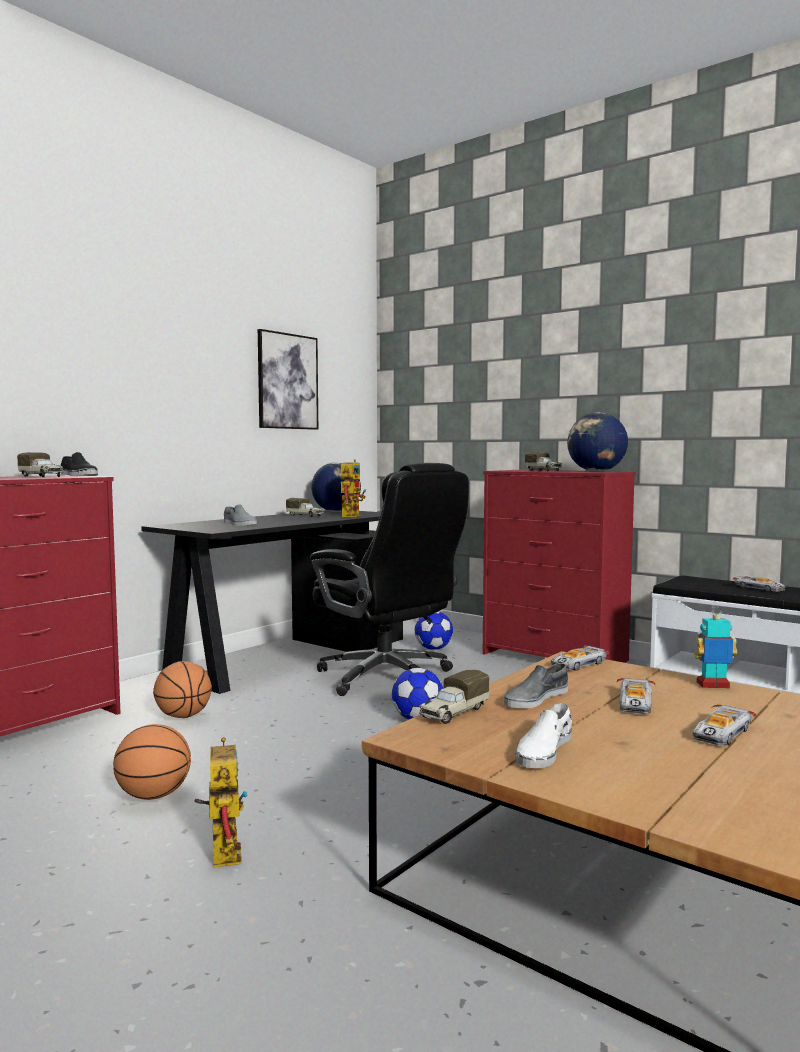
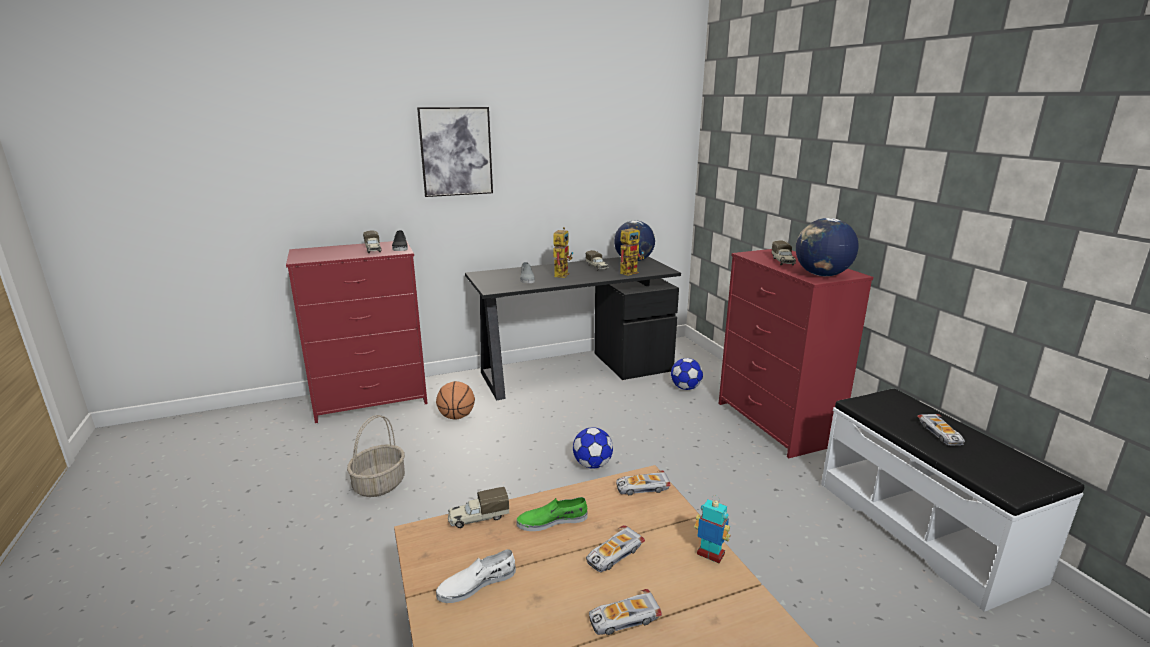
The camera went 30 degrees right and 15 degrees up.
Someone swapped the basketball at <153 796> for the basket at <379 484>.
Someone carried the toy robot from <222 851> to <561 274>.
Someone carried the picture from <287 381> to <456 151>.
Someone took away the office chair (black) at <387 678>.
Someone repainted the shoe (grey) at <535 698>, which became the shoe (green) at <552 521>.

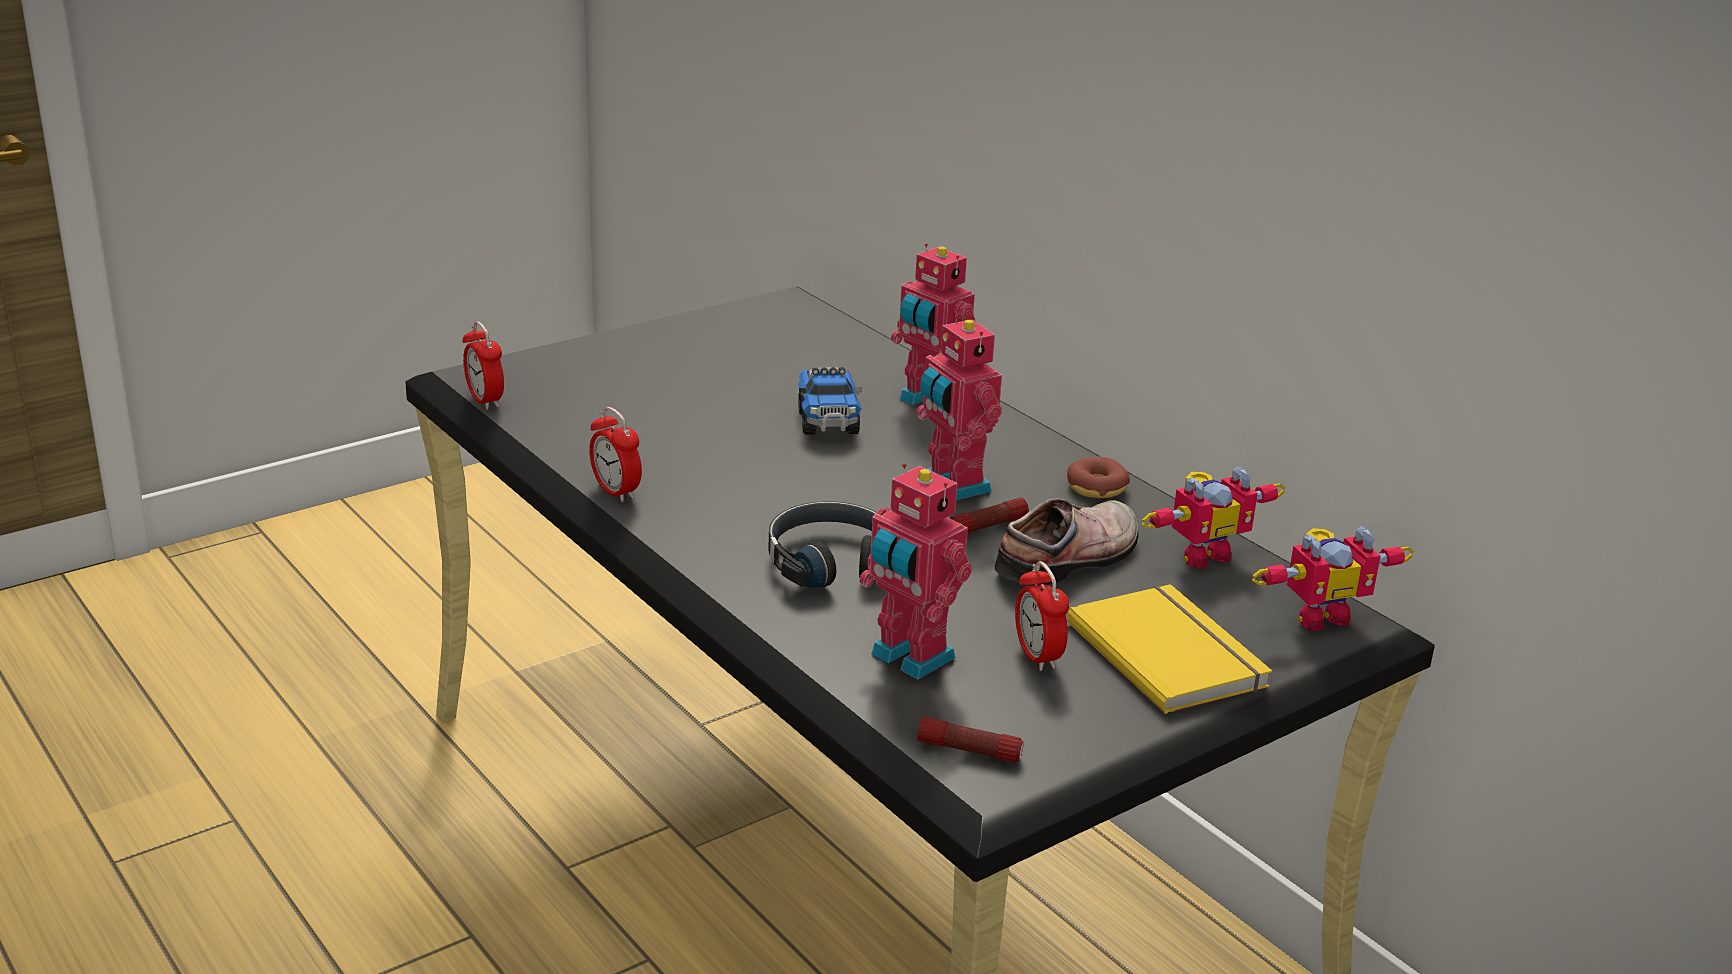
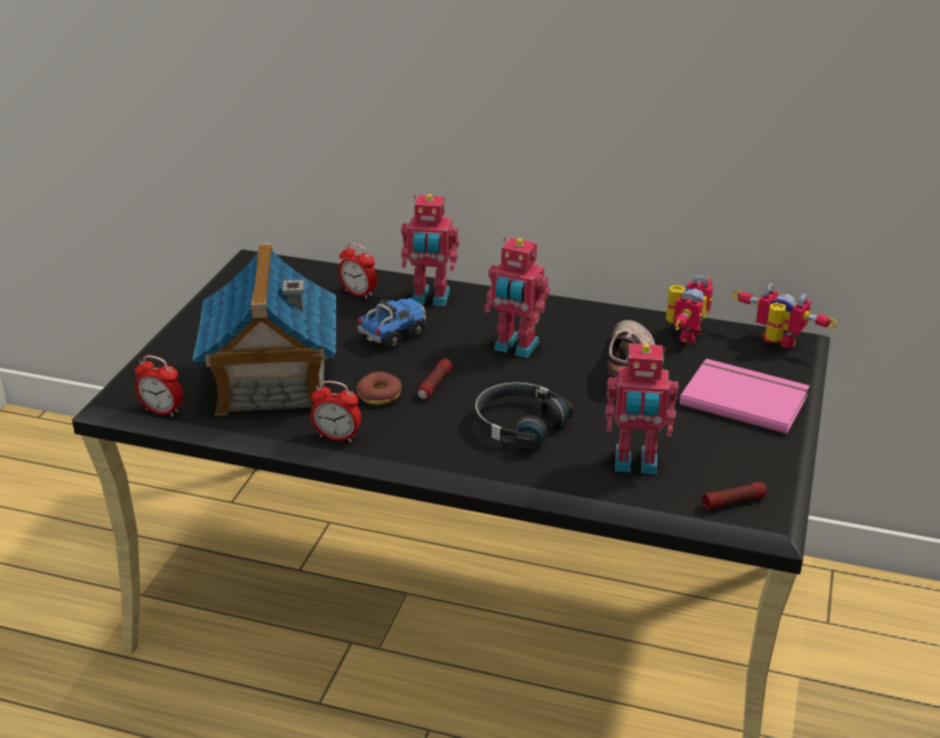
The camera went 35 degrees left and 5 degrees up.
Someone rotated the toy truck at <828 422> by 90 degrees counterclockwise.
Someone carried the flashlight from <987 526> to <434 385>.
Someone carried the alarm clock from <1037 656> to <358 293>.
Someone carried the donut from <1097 488> to <379 395>.
Someone repainted the book (yellow) at <1170 653>, which became the book (pink) at <744 398>.
Someone rotated the toy robot at <1318 615> by 90 degrees counterclockwise.
Someone put down the toy house at <272 383>.

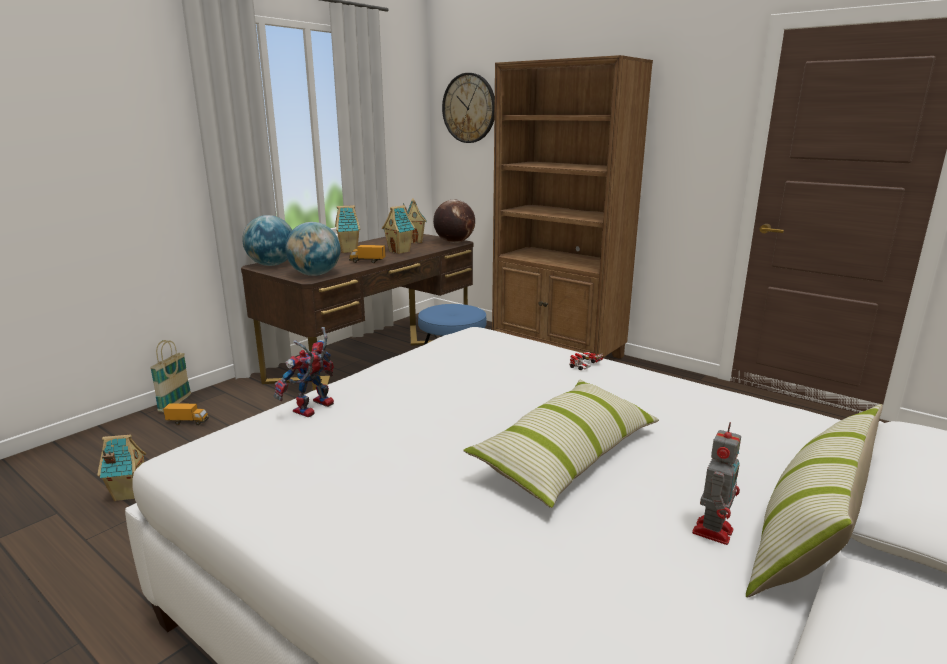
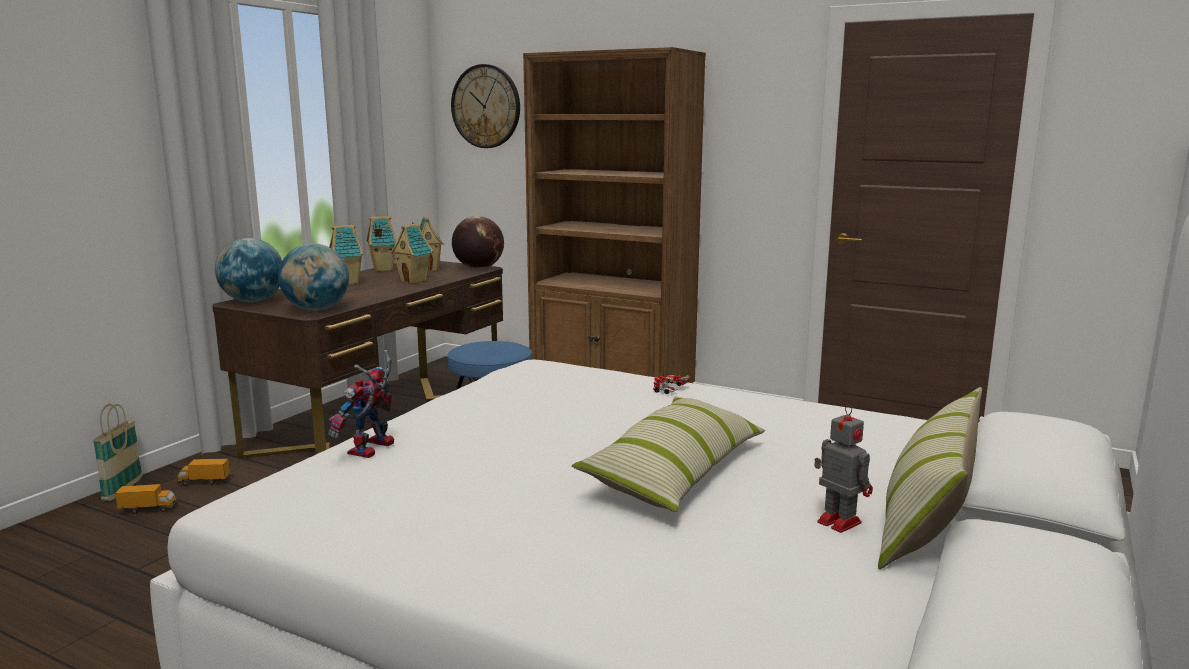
The camera went 10 degrees left and 5 degrees down.
Someone carried the toy house from <128 494> to <382 269>.
Someone carried the toy truck from <367 262> to <204 482>.
Someone rotated the toy robot at <713 530> by 60 degrees counterclockwise.

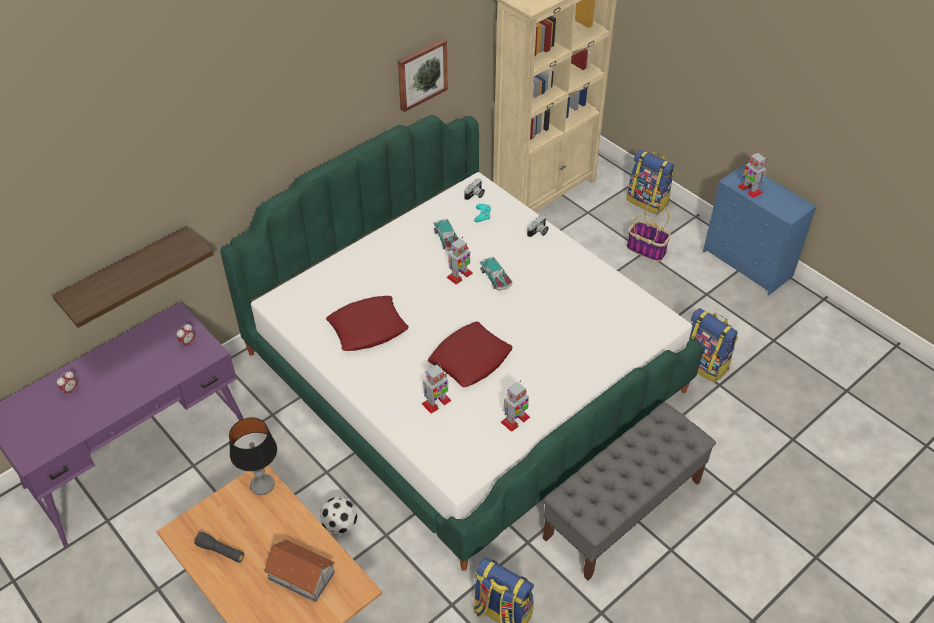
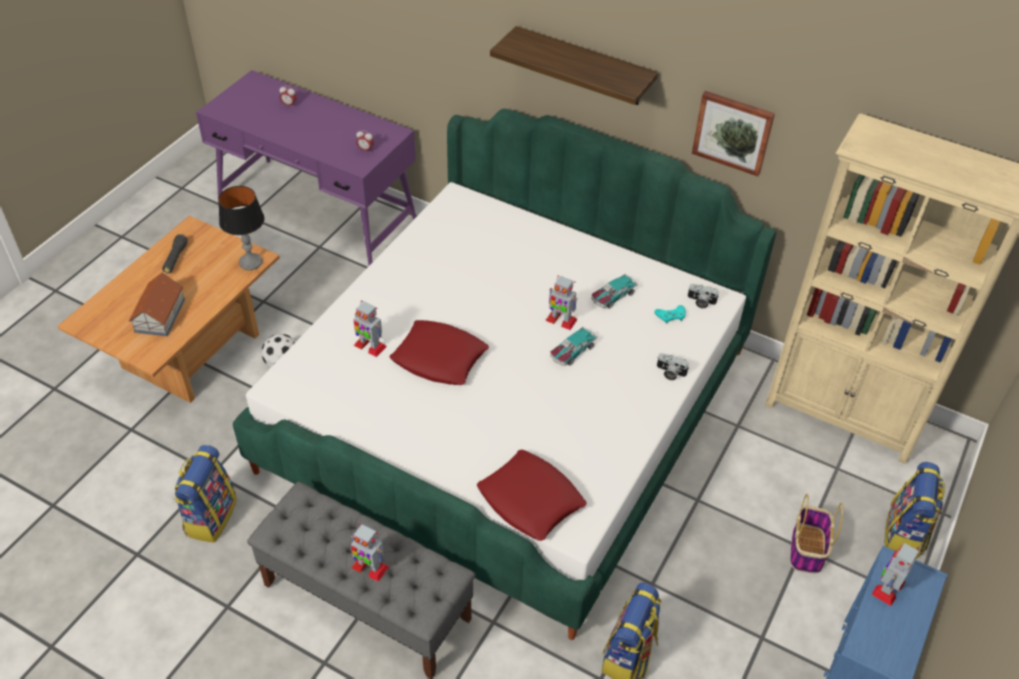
The camera went 70 degrees right and 0 degrees up.
Someone carried the shelf from <126 273> to <584 67>.
Someone carried the pillow (red) from <368 328> to <531 500>.
Someone carried the toy robot from <515 420> to <369 567>.

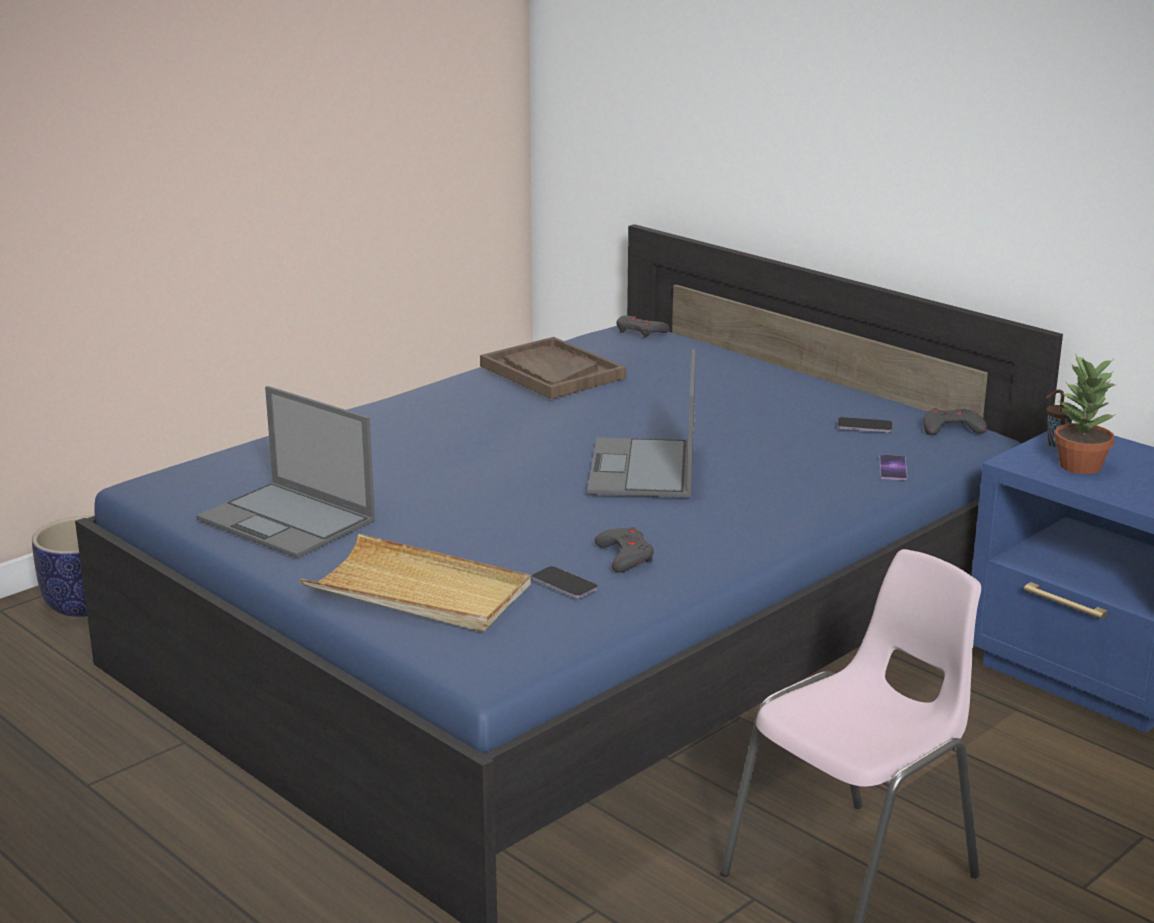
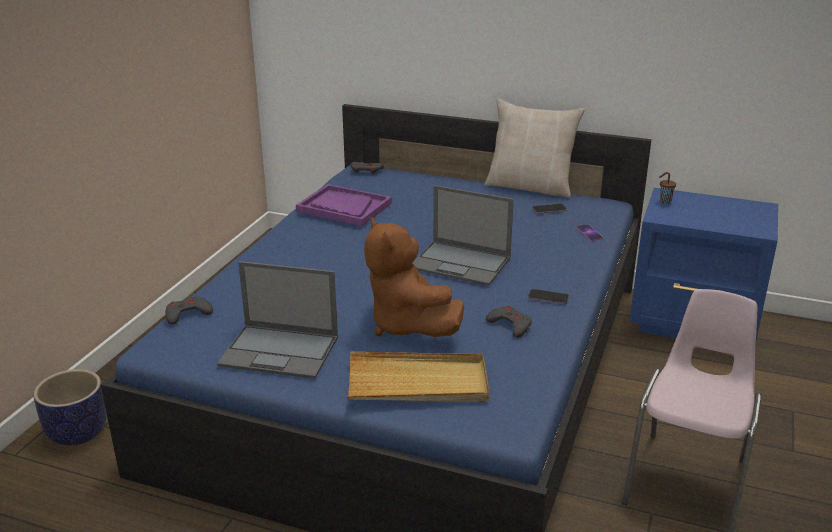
The camera went 25 degrees left and 5 degrees up.
Someone repainted the tray (brown) at <551 372>, which became the tray (purple) at <344 207>.
Someone carried the phone from <564 585> to <548 298>.
Someone rotated the laptop at <643 469> by 45 degrees counterclockwise.
Someone carried the game controller (grey) from <951 428> to <187 314>.
Someone took away the potted plant at <1079 465>.
Someone put down the plush toy (brown) at <407 325>.
Someone put down the pillow (beige) at <530 187>.

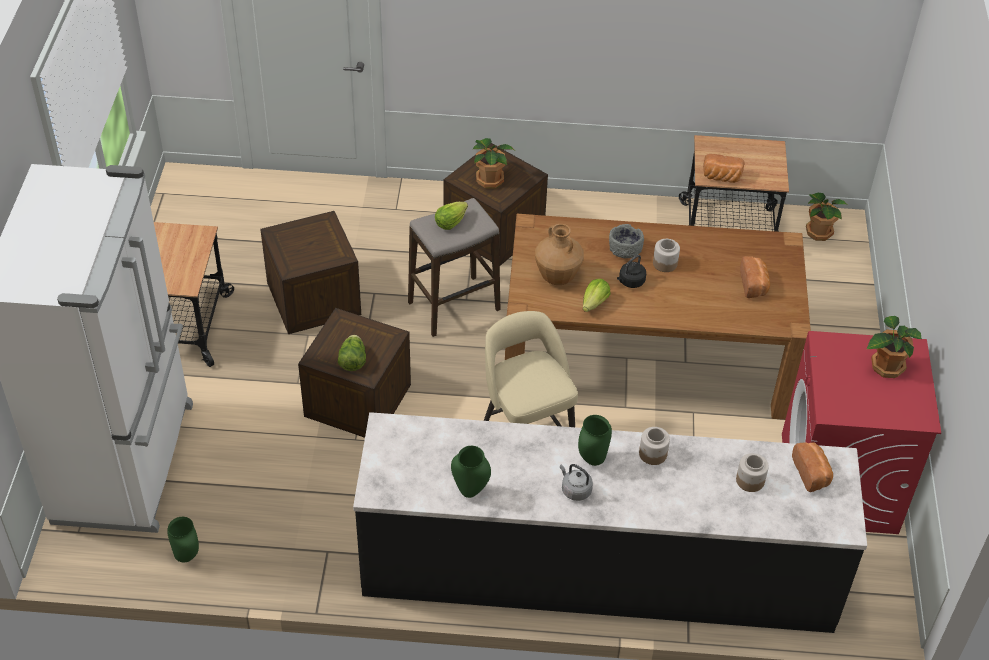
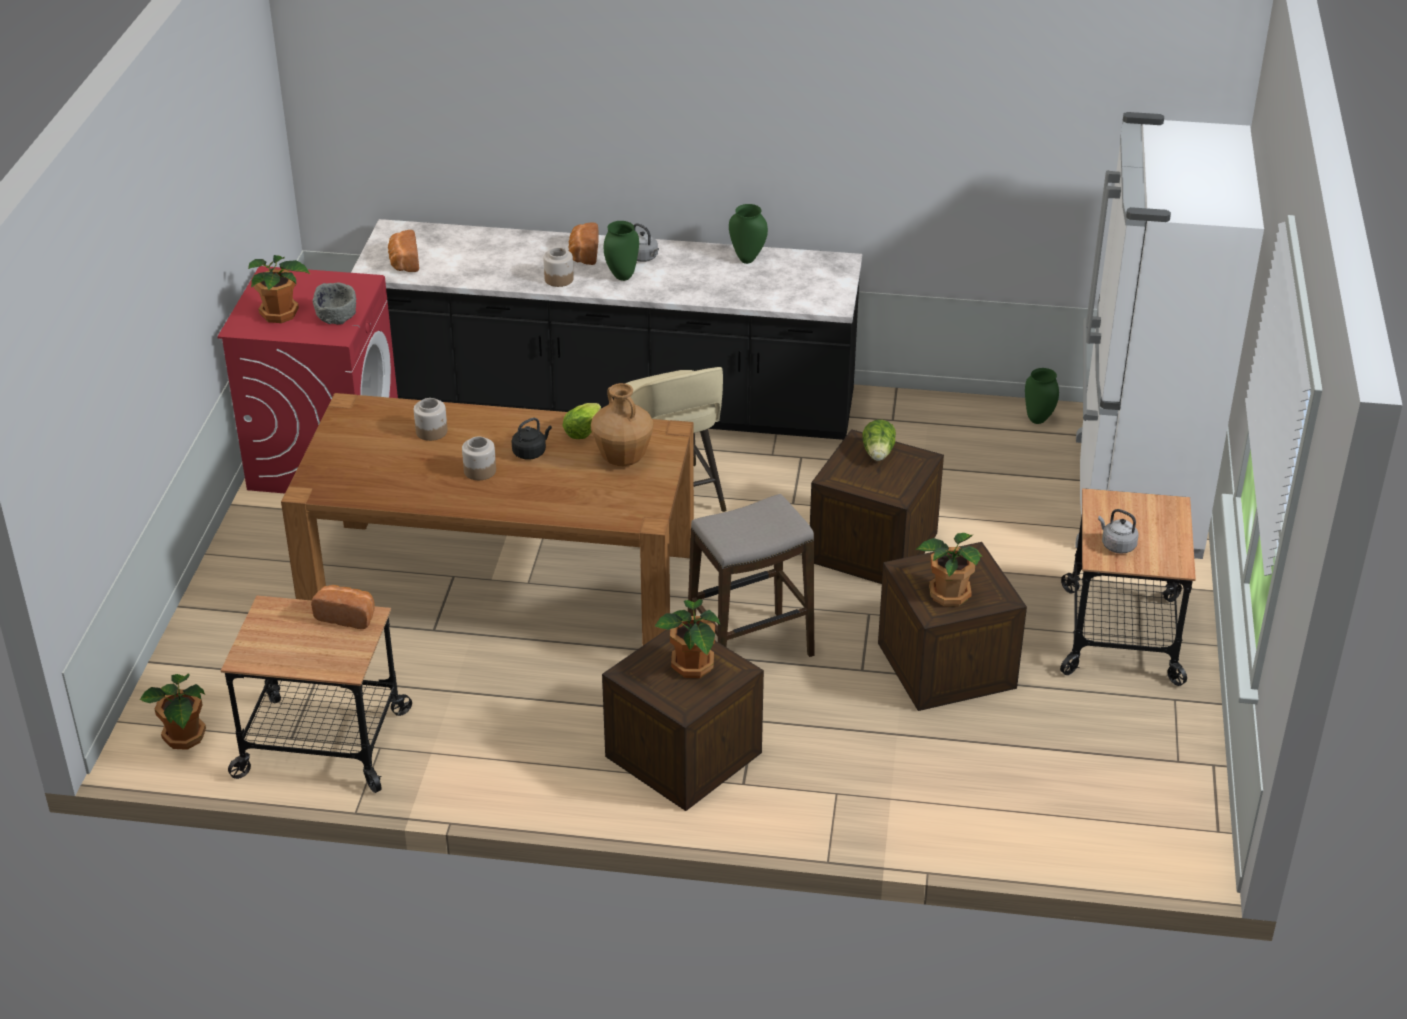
The camera went 175 degrees left and 10 degrees down.
Someone took away the lettuce at <450 222>.
Someone carried the bowl (grey) from <624 250> to <337 316>.
Someone carried the jar from <749 480> to <432 431>.
Someone carried the bread from <754 285> to <583 254>.
Someone put down the potted plant at <948 594>.
Someone put down the kettle (grey) at <1116 545>.

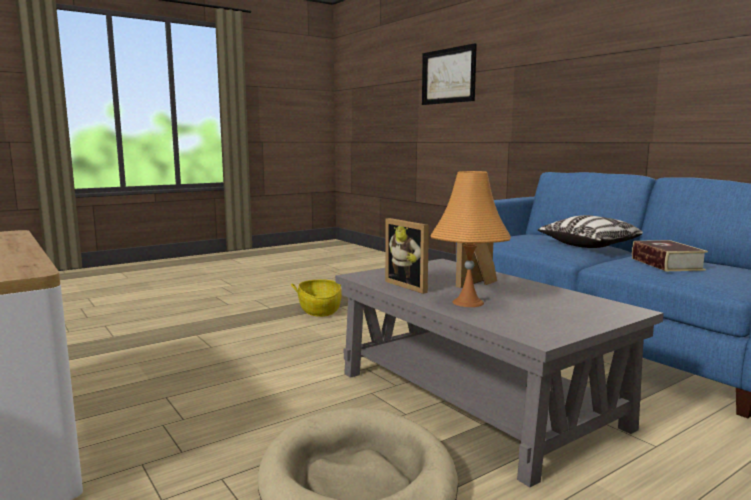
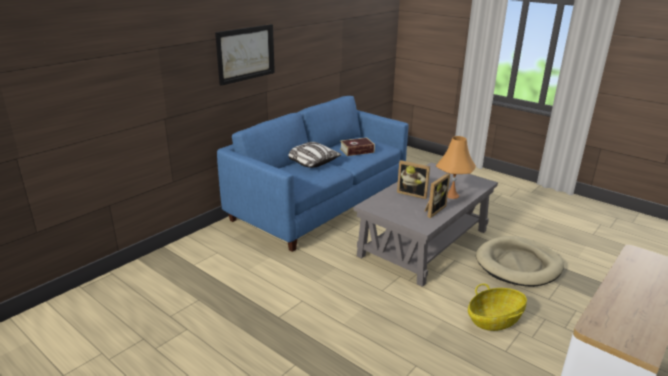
The camera went 105 degrees left and 15 degrees up.
Someone carried the basket from <319 310> to <494 320>.
Someone carried the picture from <448 76> to <245 53>.

